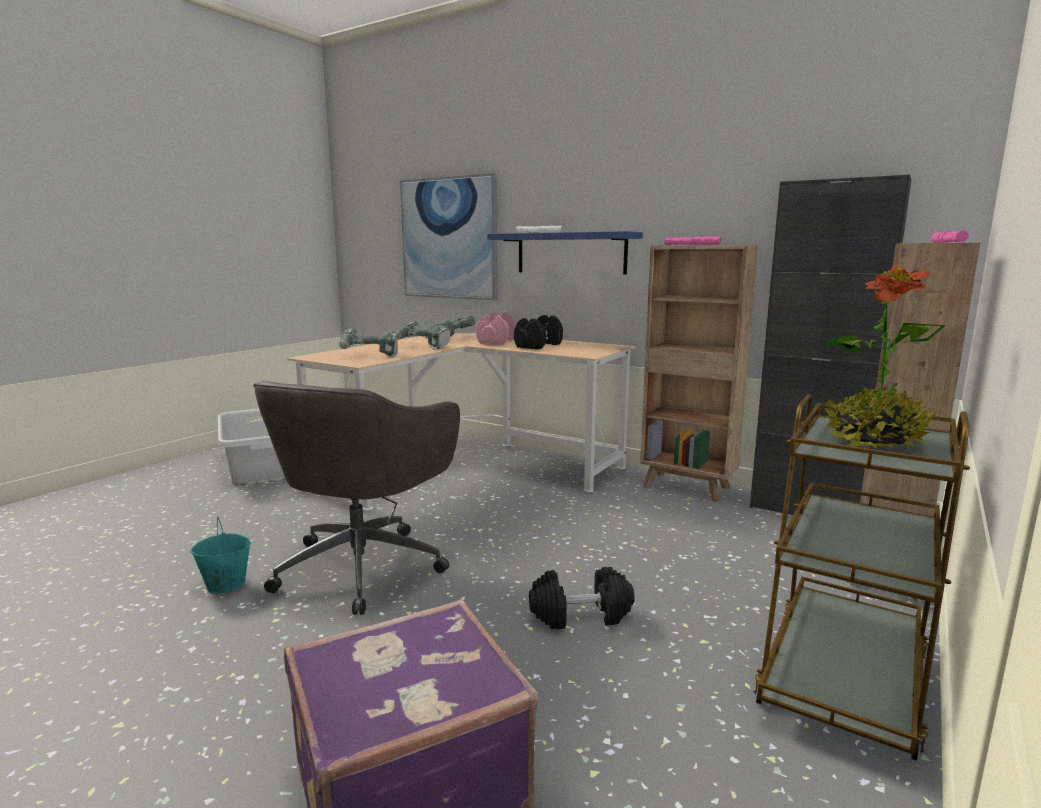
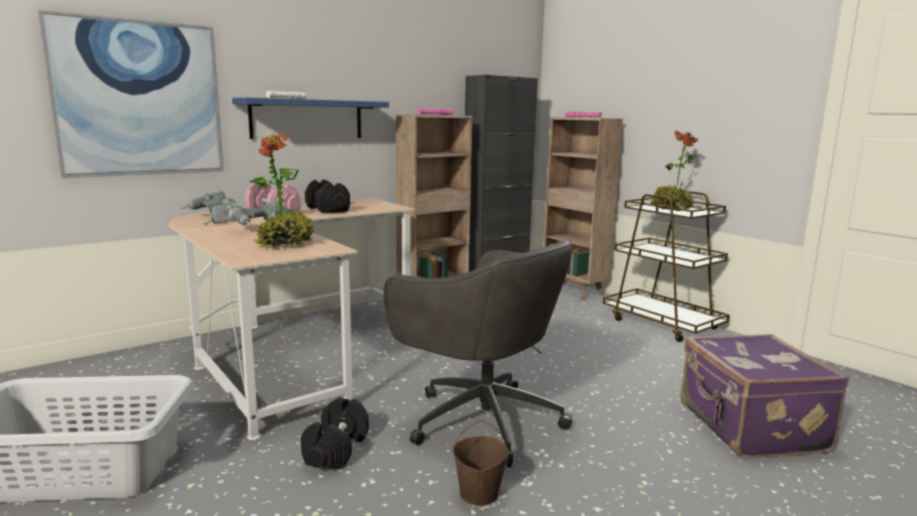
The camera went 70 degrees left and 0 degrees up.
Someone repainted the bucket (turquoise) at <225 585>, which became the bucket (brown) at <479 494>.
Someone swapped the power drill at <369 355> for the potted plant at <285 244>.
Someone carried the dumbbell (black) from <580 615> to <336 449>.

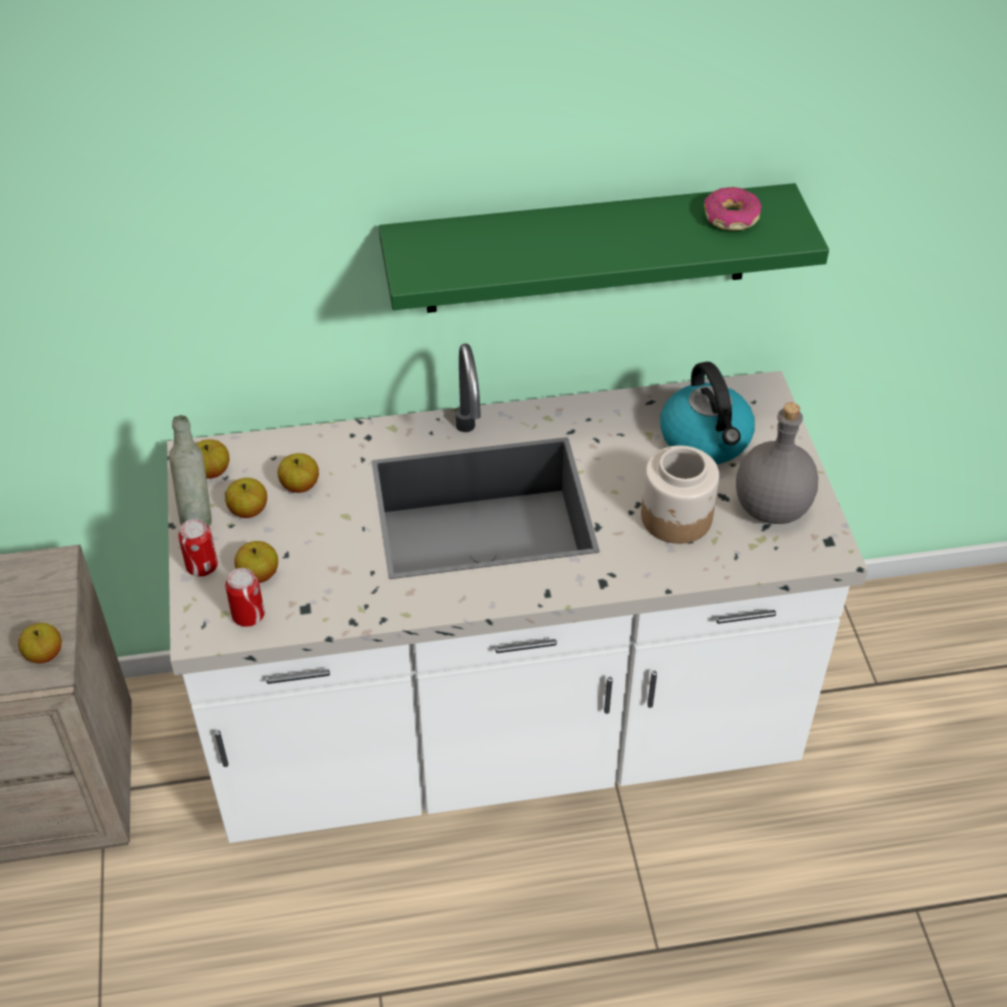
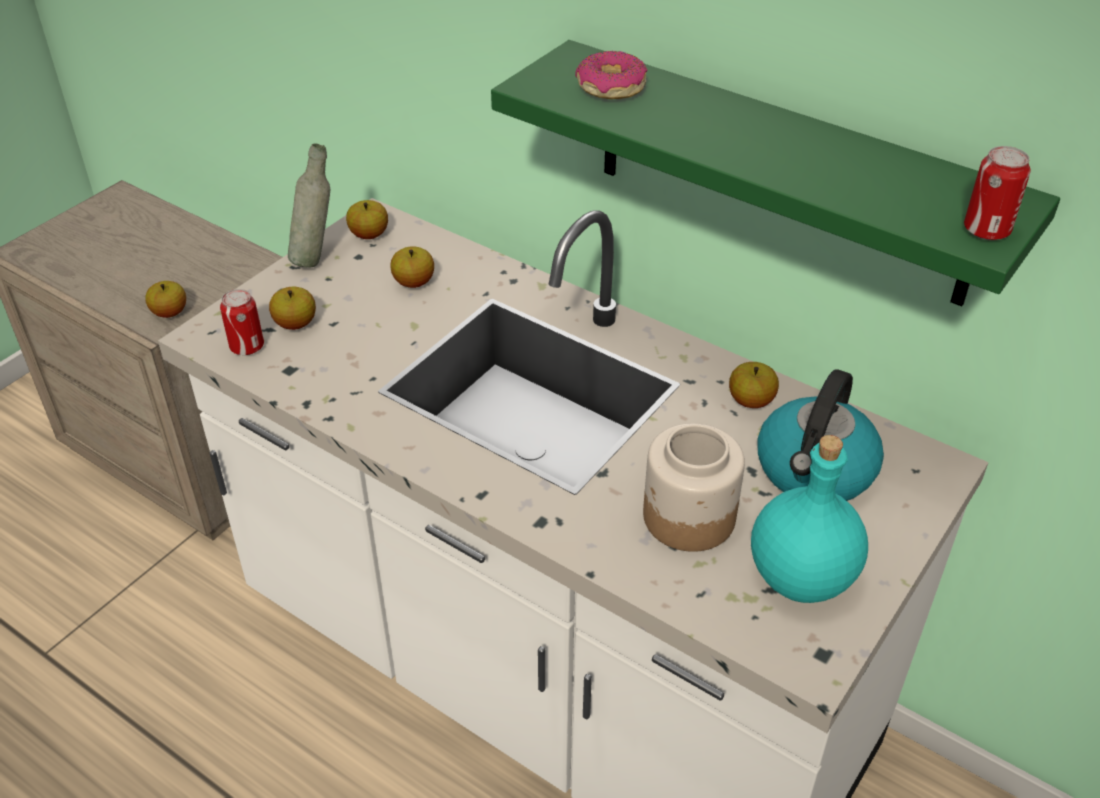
The camera went 45 degrees right and 5 degrees down.
Someone carried the can from <202 566> to <986 230>.
Someone carried the apple from <248 510> to <751 401>.
Someone carried the donut from <730 218> to <611 87>.
Someone repainted the bottle (grey) at <770 509>, which became the bottle (turquoise) at <799 578>.

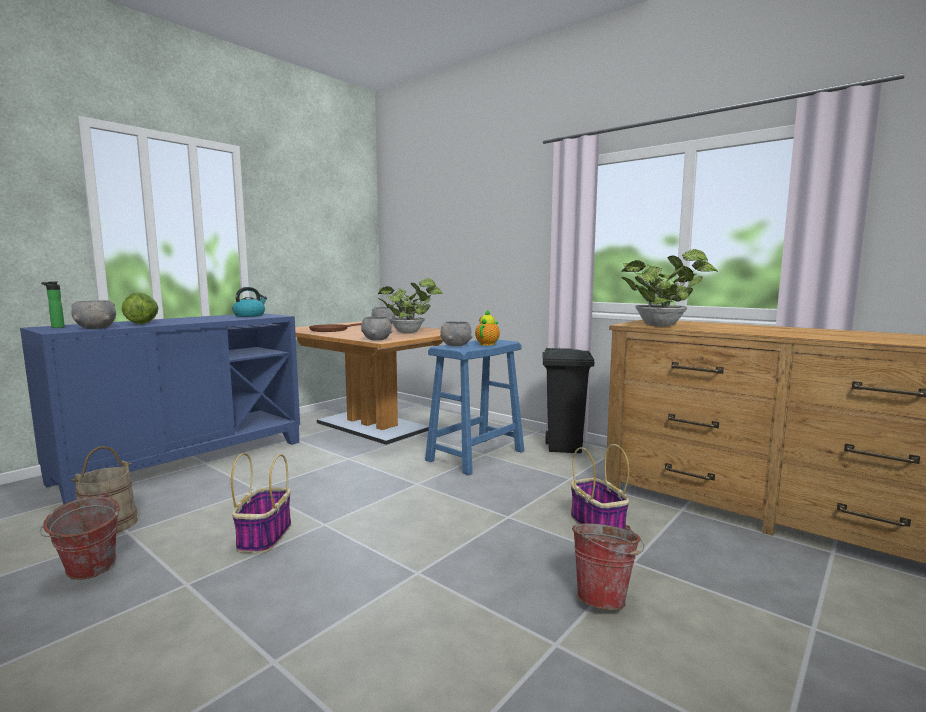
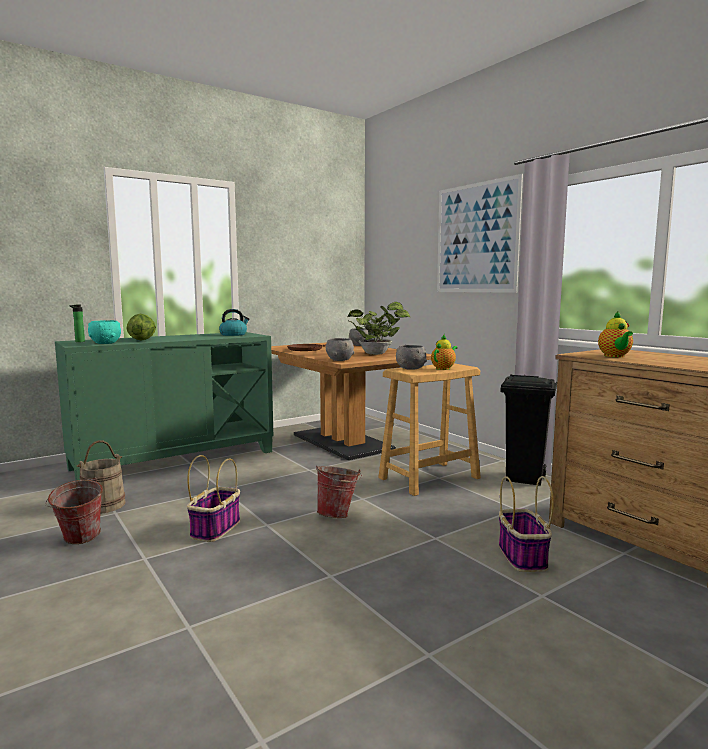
The camera went 15 degrees right and 0 degrees up.
Someone repainted the cabinet (blue) at <185 461>, which became the cabinet (green) at <175 459>.
Someone repainted the bowl (grey) at <95 328>, which became the bowl (turquoise) at <105 343>.
Someone repainted the stool (blue) at <475 456>, which became the stool (beige) at <428 478>.
Someone carried the bucket from <604 597> to <338 514>.
Someone swapped the potted plant at <663 325> for the teapot at <615 356>.
Someone put up the picture at <476 238>.

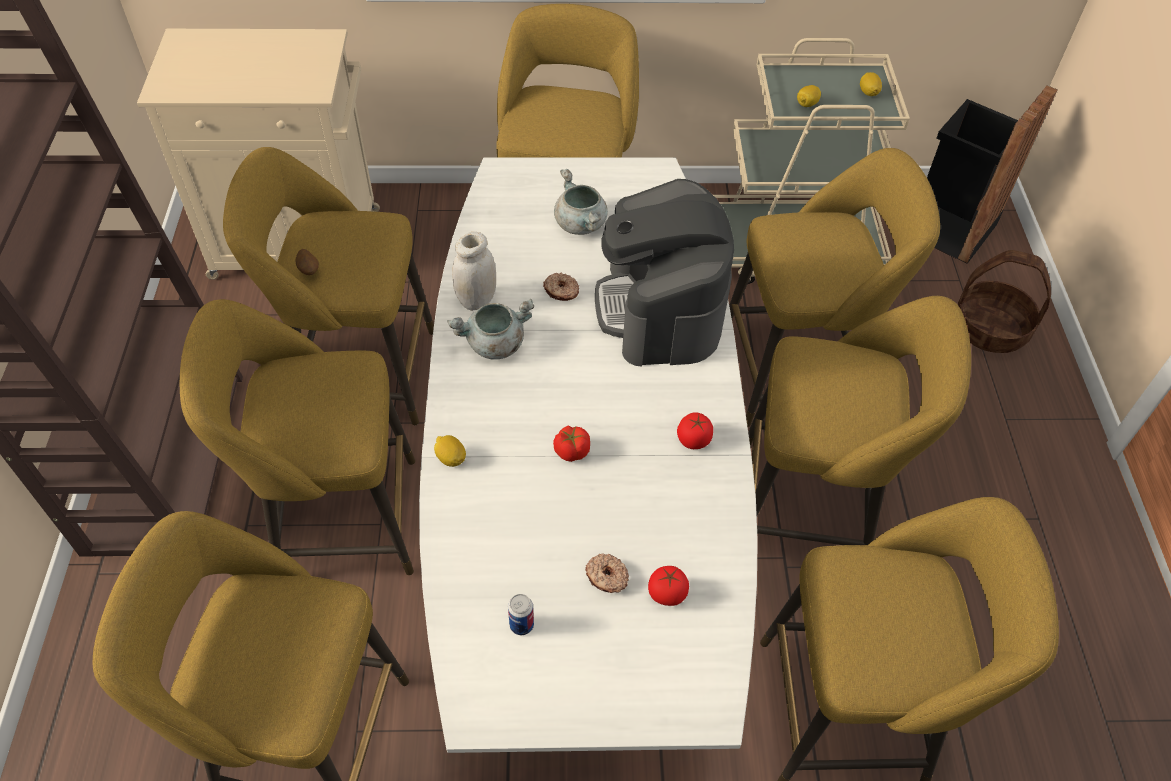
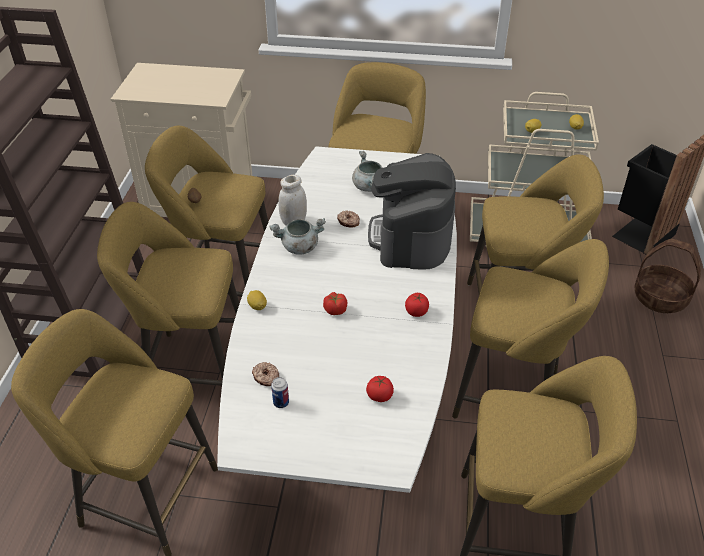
The camera went 10 degrees right and 10 degrees down.
Someone carried the donut from <607 577> to <266 377>.

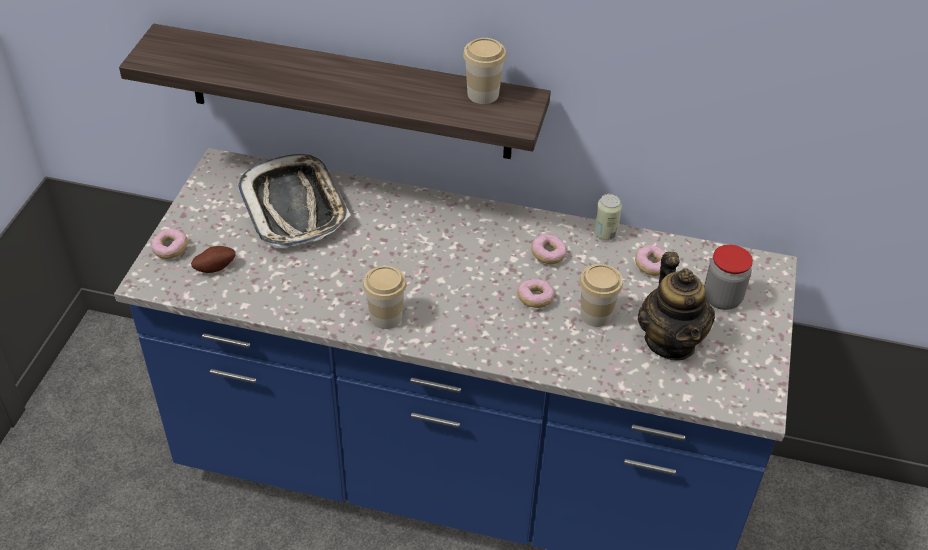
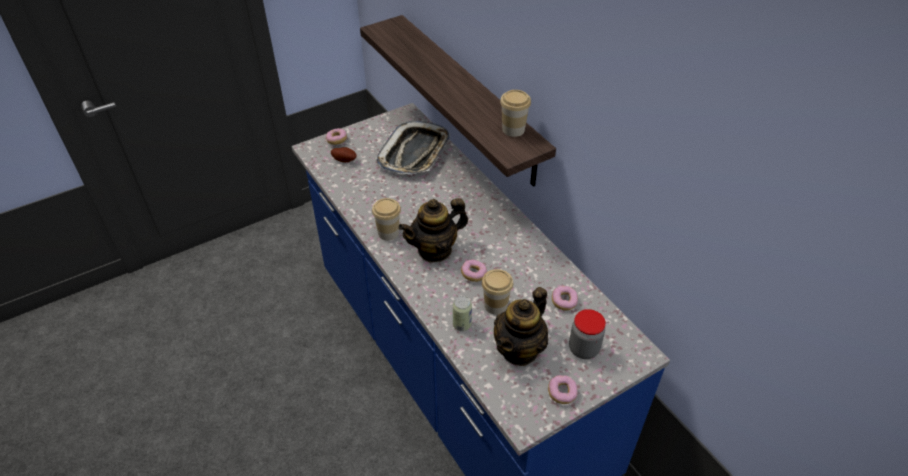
The camera went 45 degrees right and 0 degrees up.
Someone carried the donut from <548 255> to <562 393>.
Someone carried the can from <605 233> to <462 324>.
Someone put down the teapot at <435 250>.

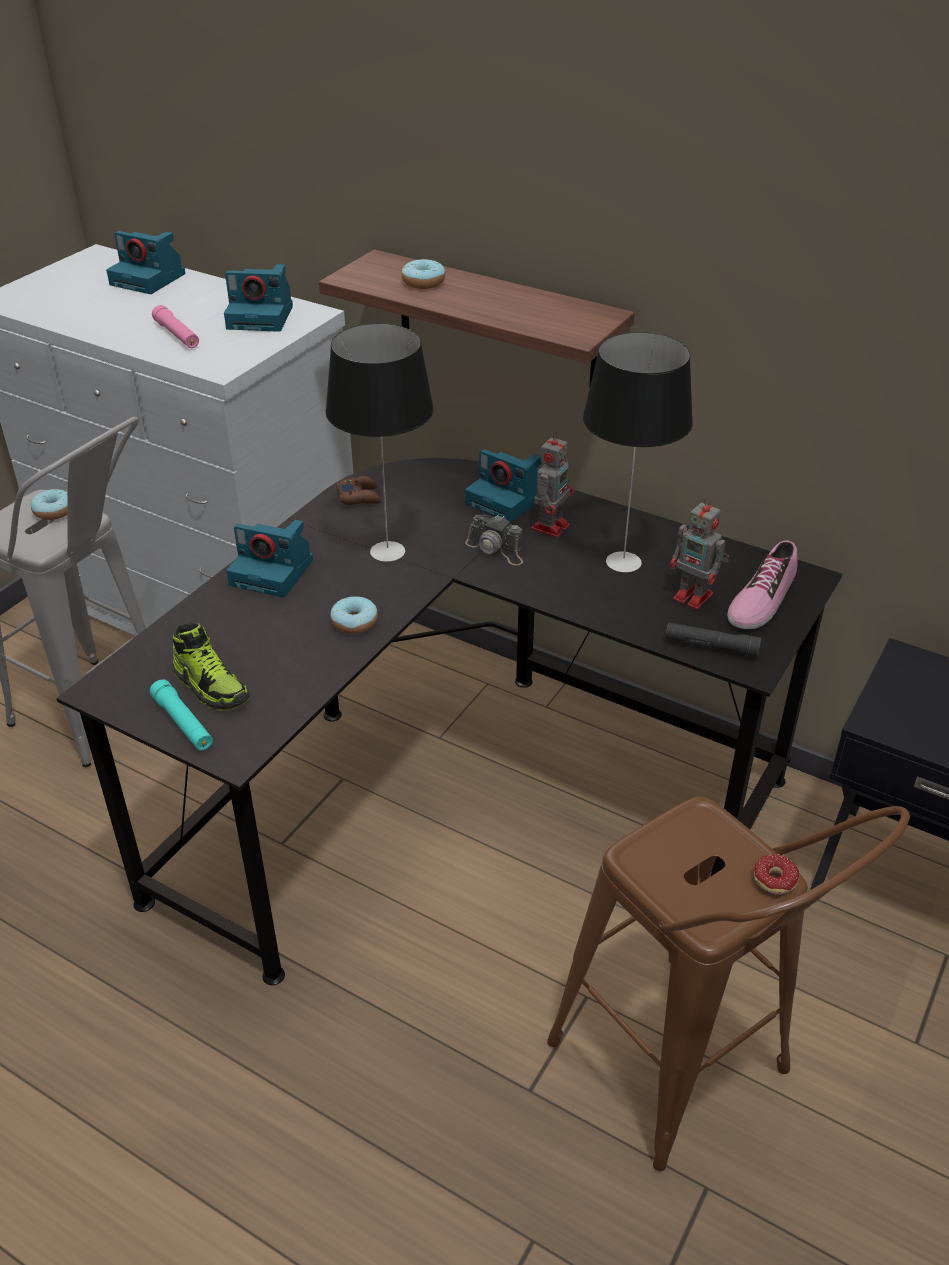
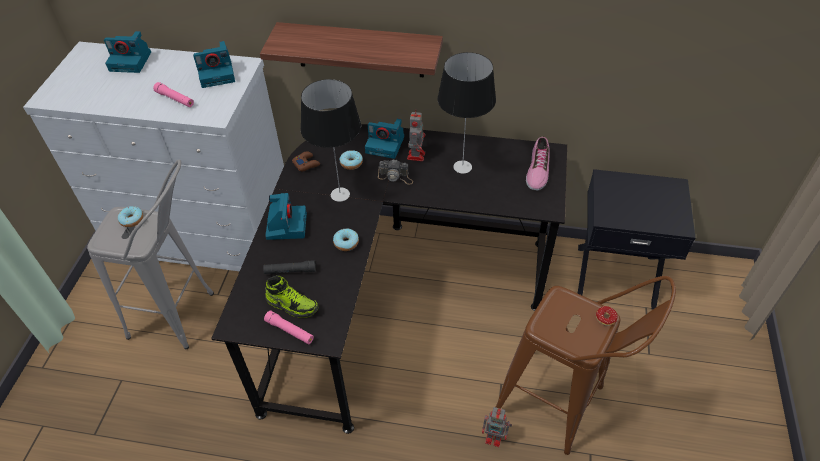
The camera went 20 degrees left and 10 degrees up.
Someone repainted the flashlight (turquoise) at <183 723>, which became the flashlight (pink) at <290 331>.
Someone rotated the photo camera at <274 572> by 90 degrees counterclockwise.
Someone carried the donut from <423 282> to <351 163>.
Someone carried the flashlight (black) from <711 647> to <290 271>.
Someone carried the toy robot from <695 597> to <495 437>.

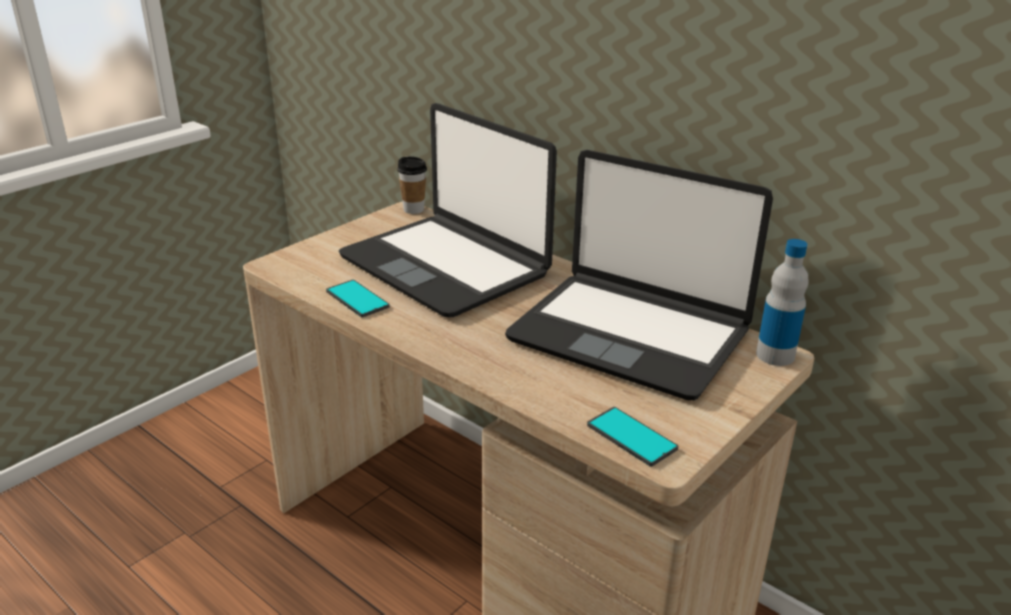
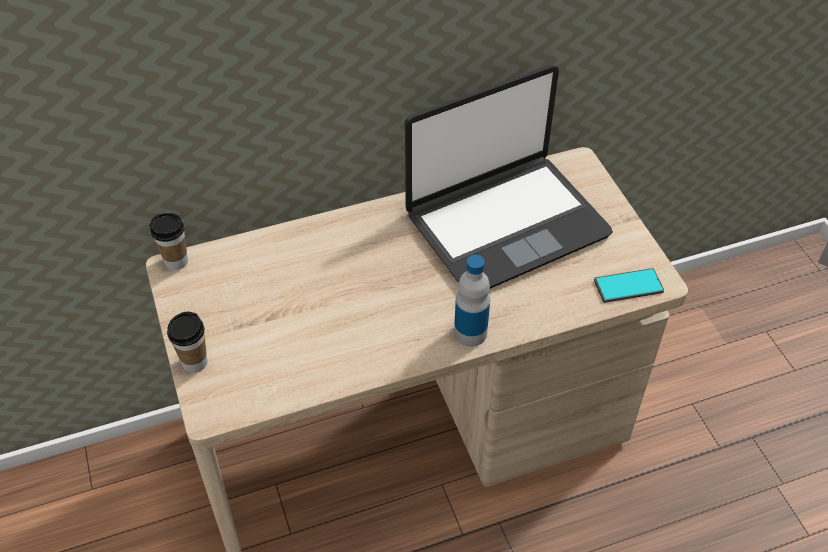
The camera went 60 degrees left and 20 degrees up.
Someone took away the phone at <357 299>.
Someone took away the laptop at <446 266>.
Someone carried the bottle from <775 355> to <470 333>.
Someone put down the cup at <195 362>.

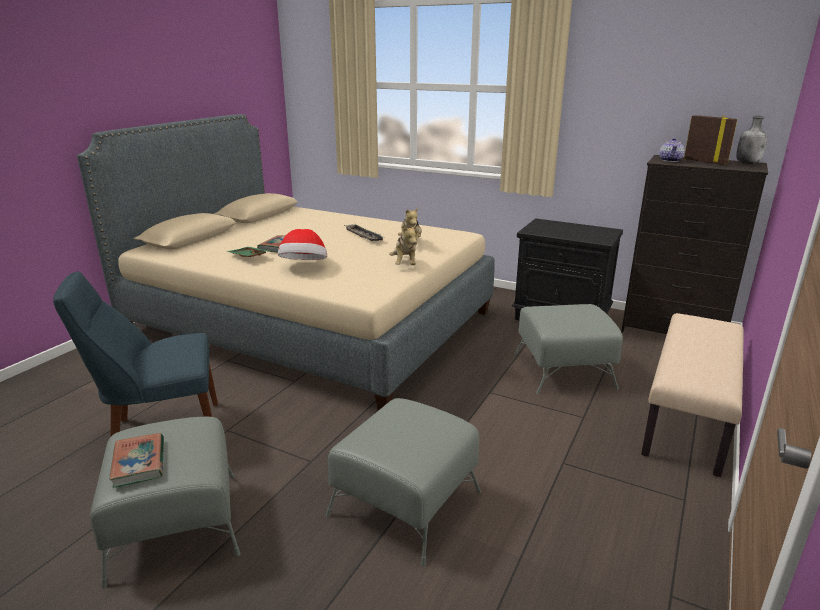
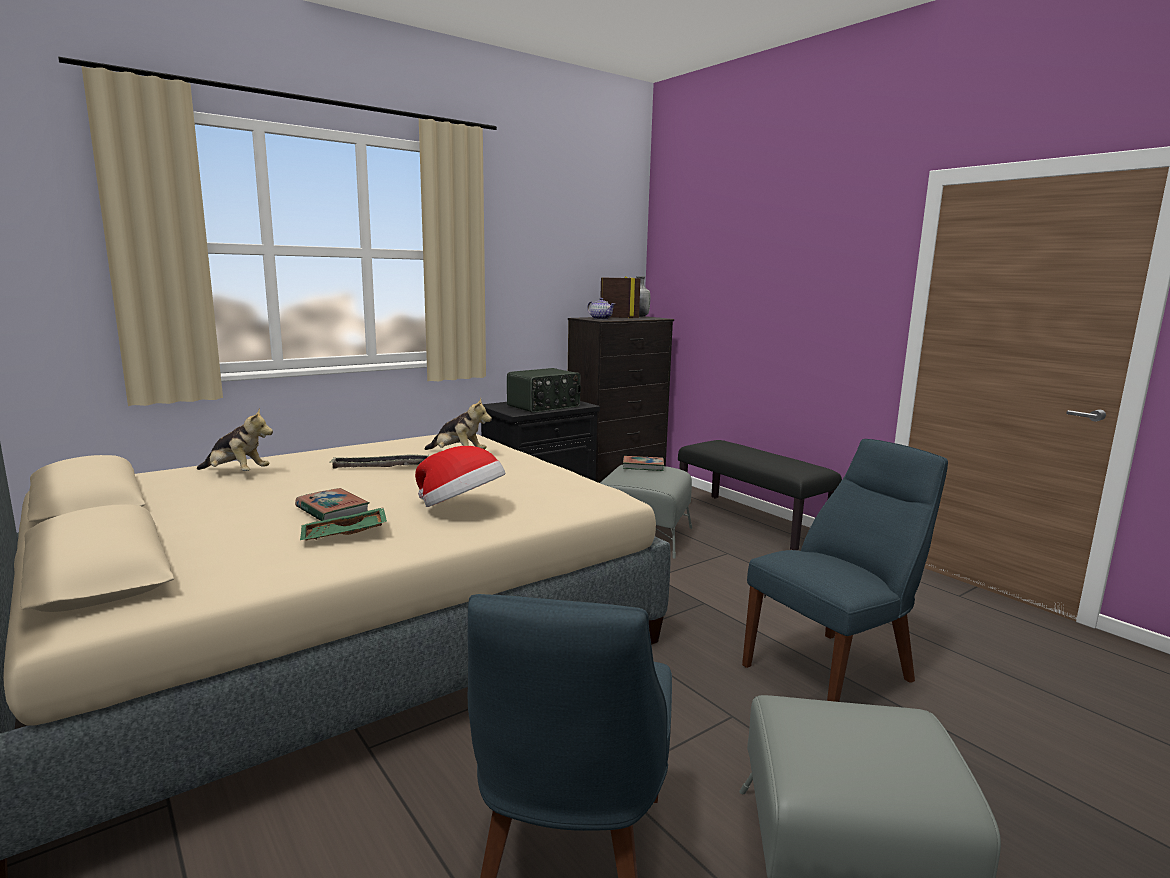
The camera went 65 degrees left and 10 degrees down.
Someone carried the book from <139 463> to <643 466>.
Someone swapped the ottoman (grey) at <404 503> for the chair (blue) at <834 671>.
Someone carried the plush toy from <404 264> to <236 473>.
Someone repainted the bench (beige) at <689 418>, which became the bench (black) at <751 521>.
Someone put down the radio at <544 406>.

